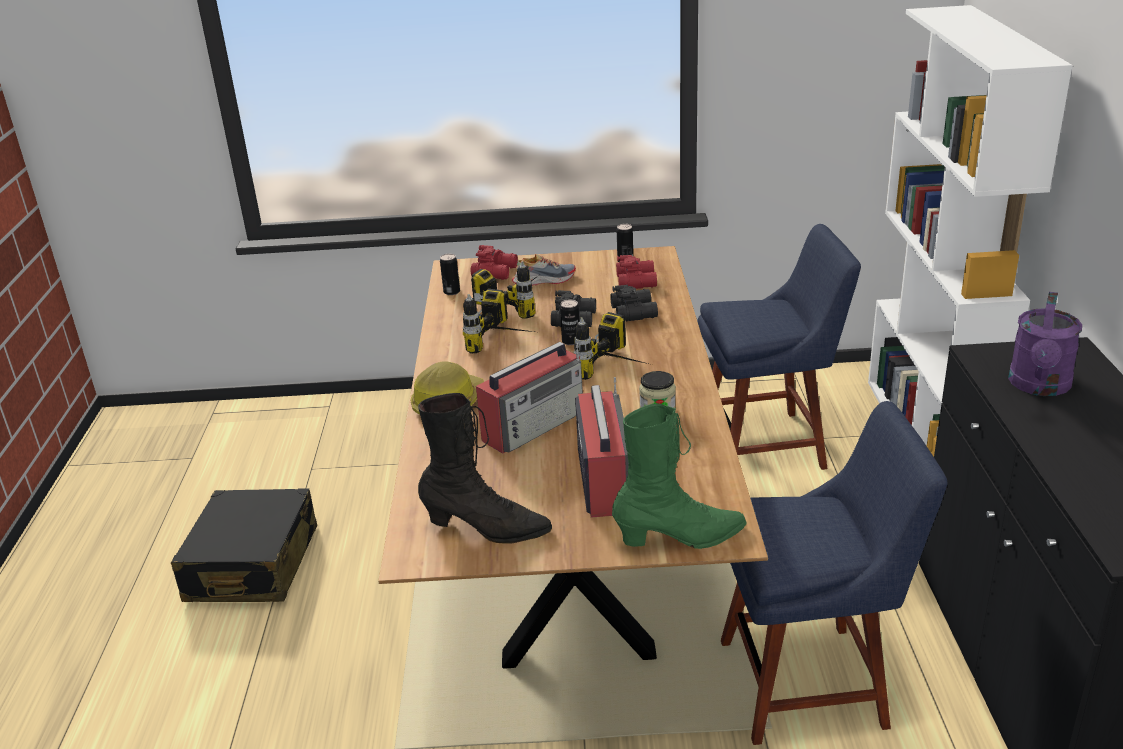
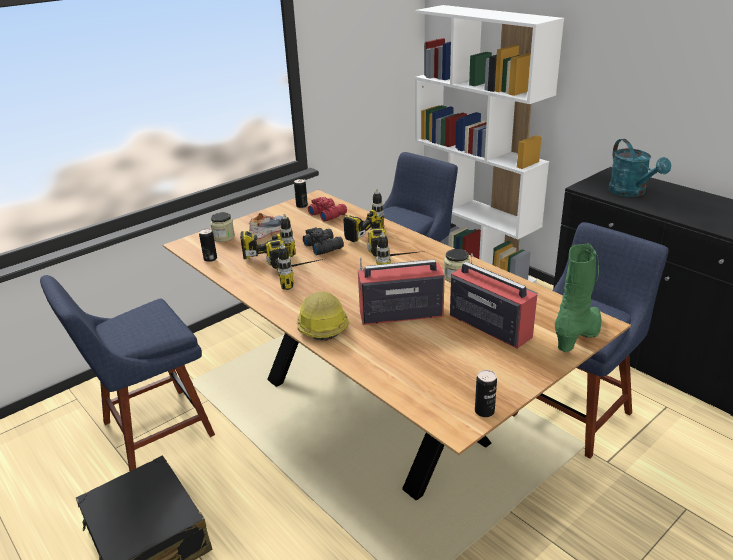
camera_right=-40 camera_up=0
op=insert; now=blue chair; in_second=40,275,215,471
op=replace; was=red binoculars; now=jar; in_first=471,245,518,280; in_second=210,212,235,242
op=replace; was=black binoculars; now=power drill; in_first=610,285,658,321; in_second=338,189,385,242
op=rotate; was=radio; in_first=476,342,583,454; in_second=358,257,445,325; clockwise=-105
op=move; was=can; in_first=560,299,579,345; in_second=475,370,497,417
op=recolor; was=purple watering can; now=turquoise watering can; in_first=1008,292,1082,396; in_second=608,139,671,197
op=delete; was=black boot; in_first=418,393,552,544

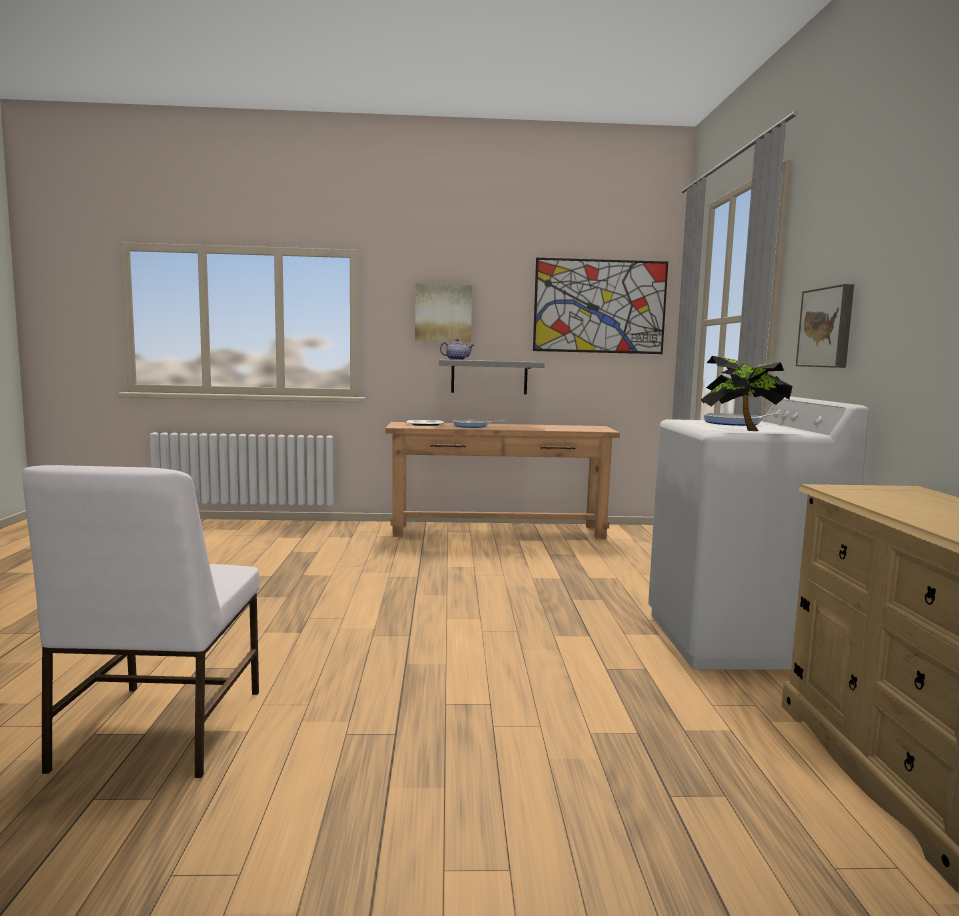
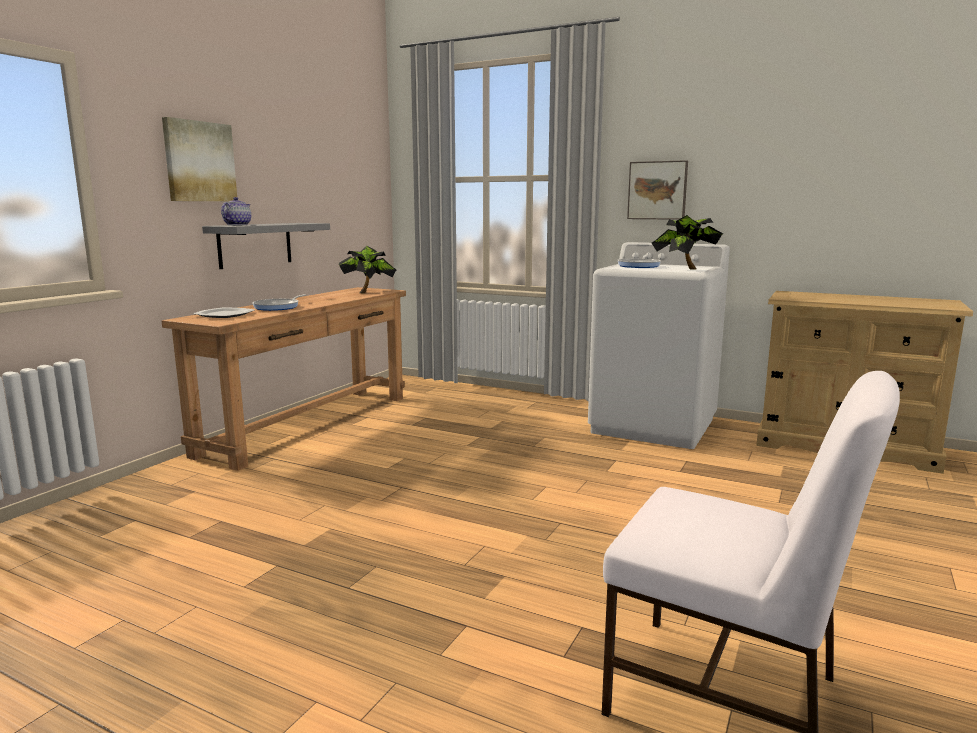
camera_right=-60 camera_up=5
op=insert; now=potted plant; in_second=339,246,396,293
op=delete; was=picture; in_first=533,258,668,354

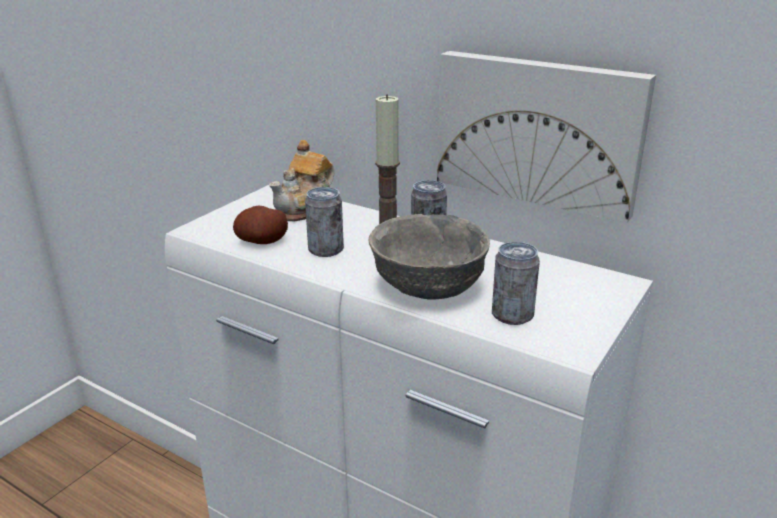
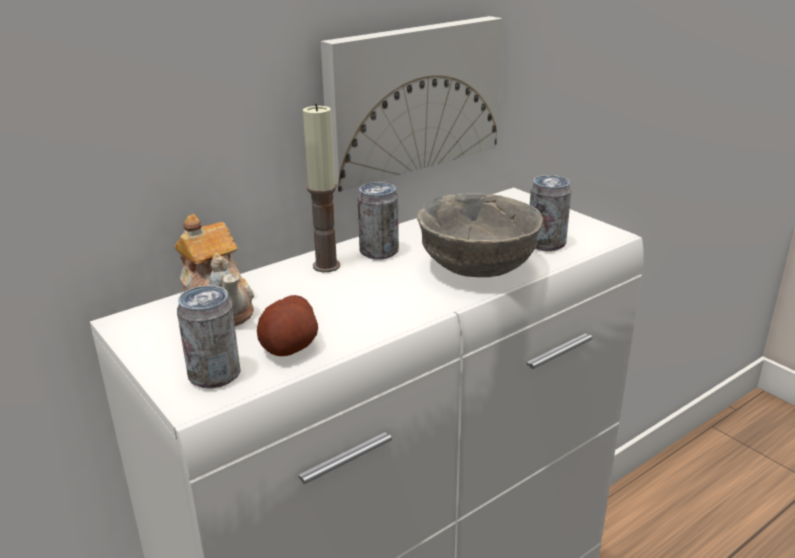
camera_right=-70 camera_up=0
op=move; was=can; in_first=305,187,344,257; in_second=177,285,241,389

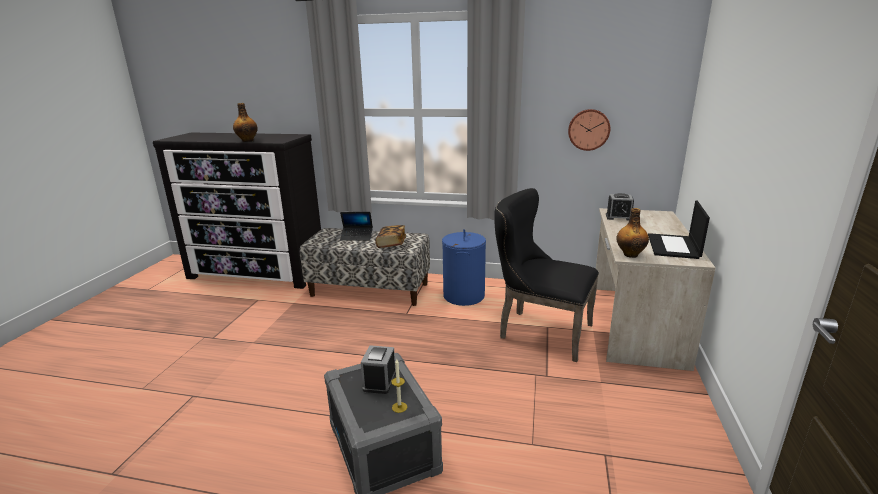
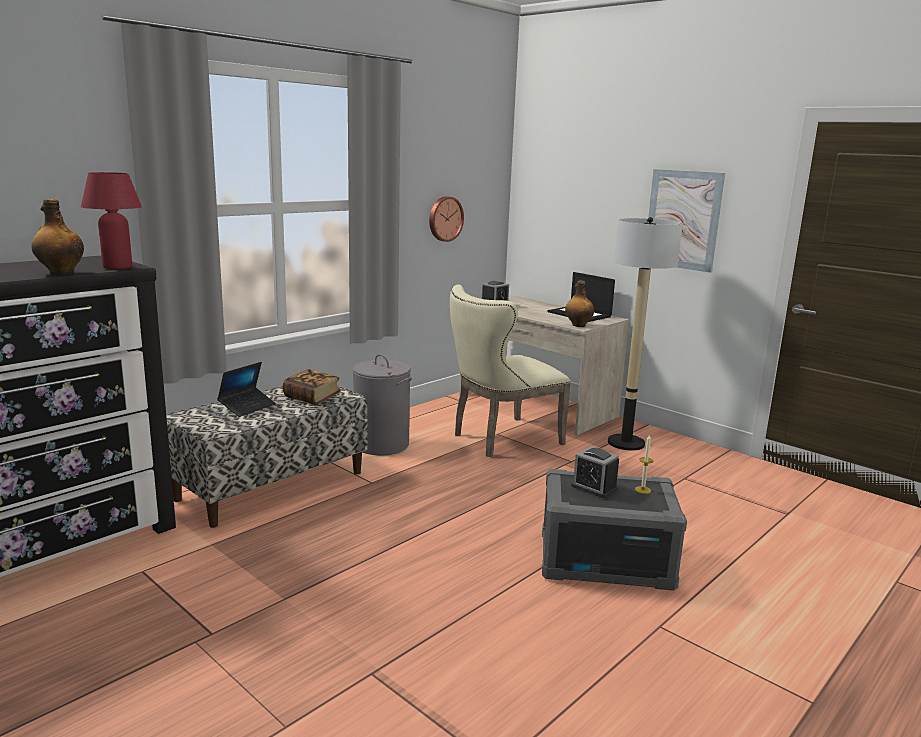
camera_right=-60 camera_up=-5
op=insert; now=red table lamp; in_second=81,172,142,269
op=recolor; was=blue laundry basket; now=grey laundry basket; in_first=442,229,486,306; in_second=353,354,412,456
op=recolor; was=black chair; now=beige chair; in_first=494,188,599,362; in_second=450,285,571,457
op=insert; now=floor lamp; in_second=608,217,683,451
op=insert; now=picture; in_second=648,169,725,273

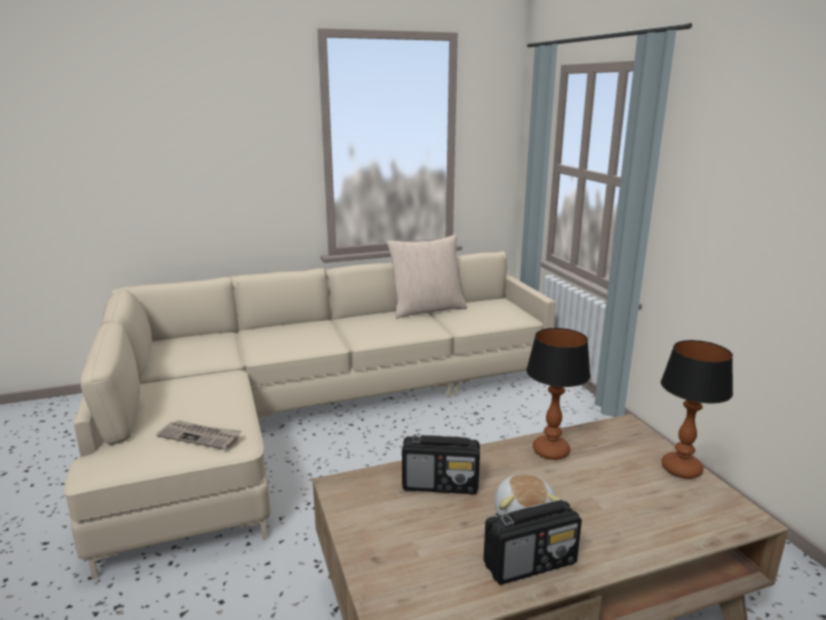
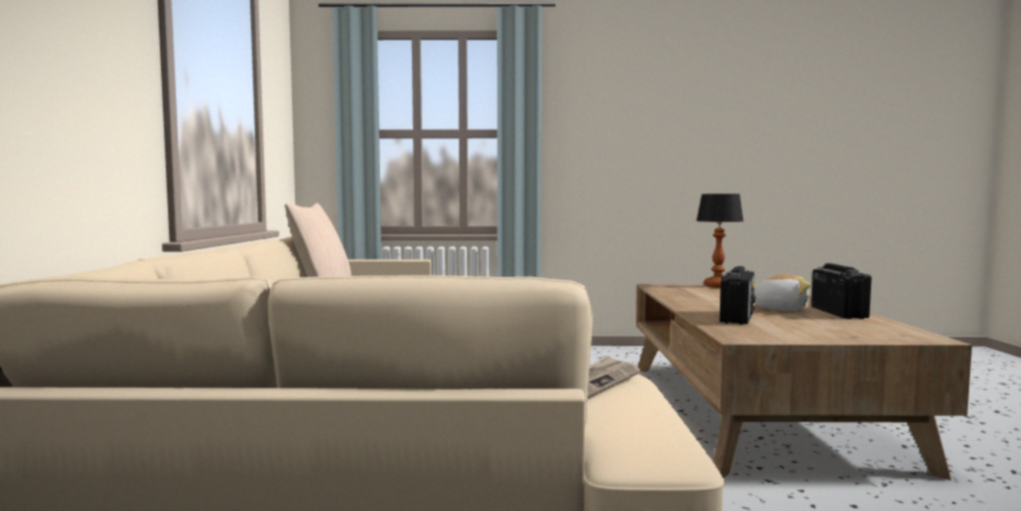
camera_right=-70 camera_up=-15
op=delete; was=table lamp; in_first=526,328,591,460

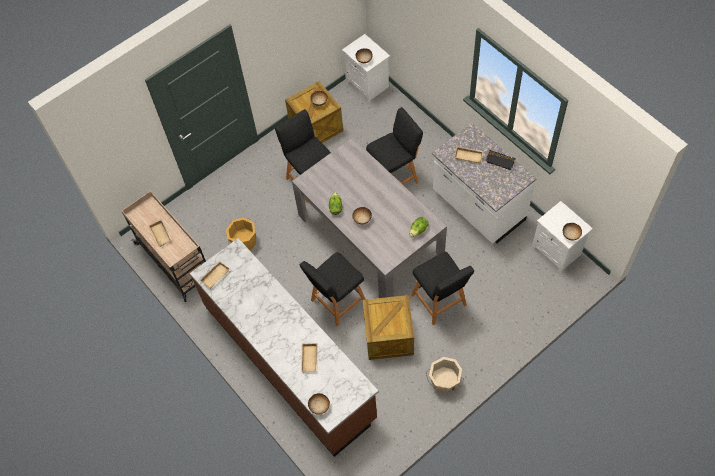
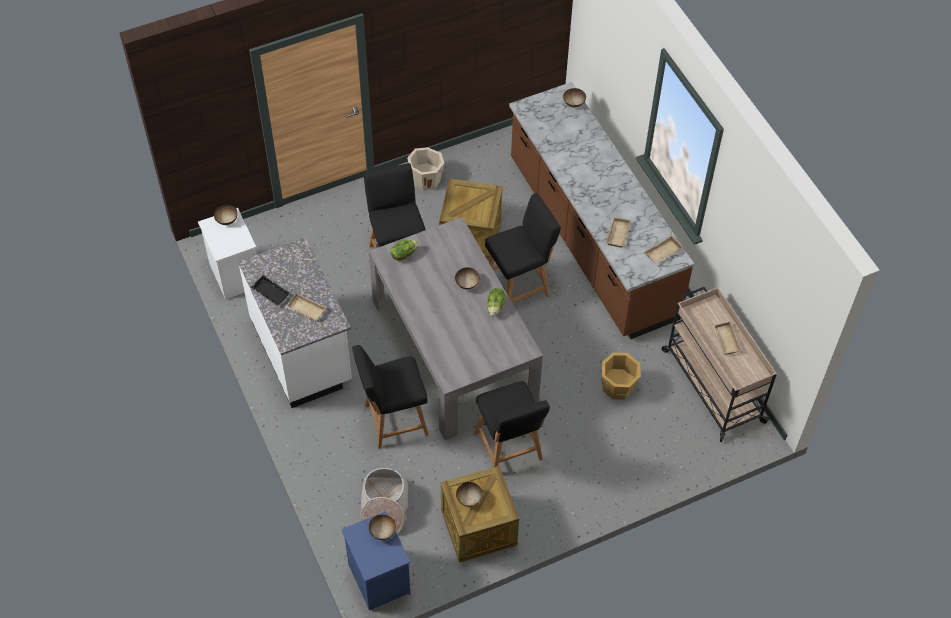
camera_right=-170 camera_up=-5
op=recolor; was=white nightstand; now=blue nightstand; in_first=342,34,390,102; in_second=341,511,411,610
op=insert; now=basket; in_second=360,468,409,533
op=move; was=beige tray; in_first=301,343,318,372; in_second=606,217,631,248

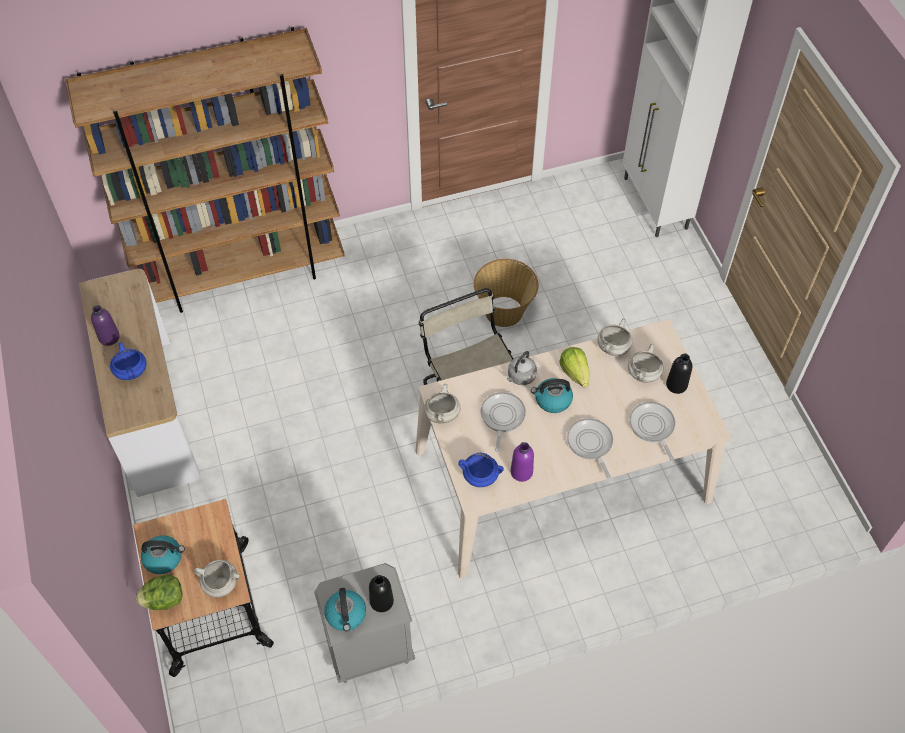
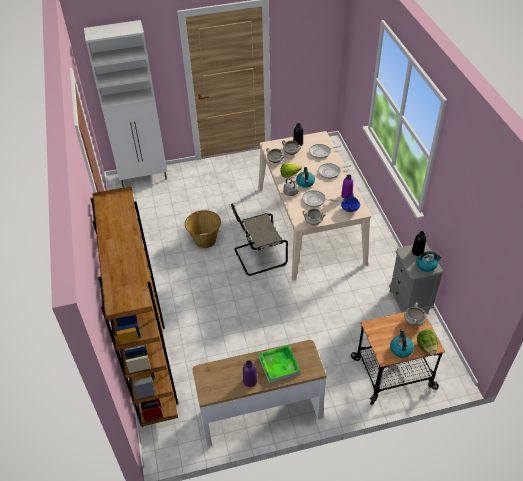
camera_right=-85 camera_up=-10
op=replace; was=blue cooking pot; now=tray; in_first=110,342,147,380; in_second=259,344,300,384

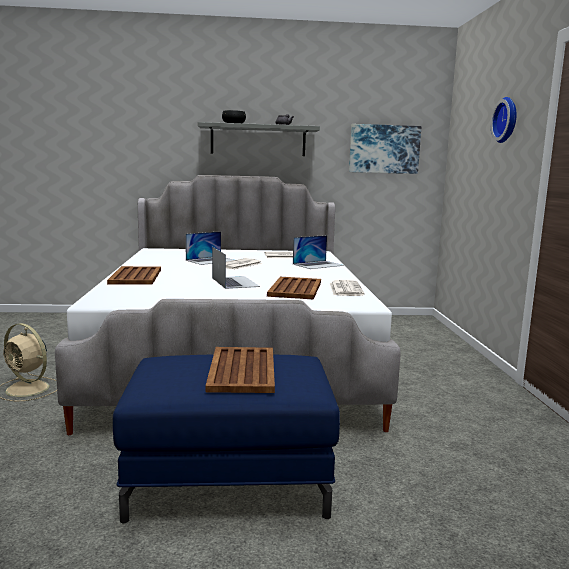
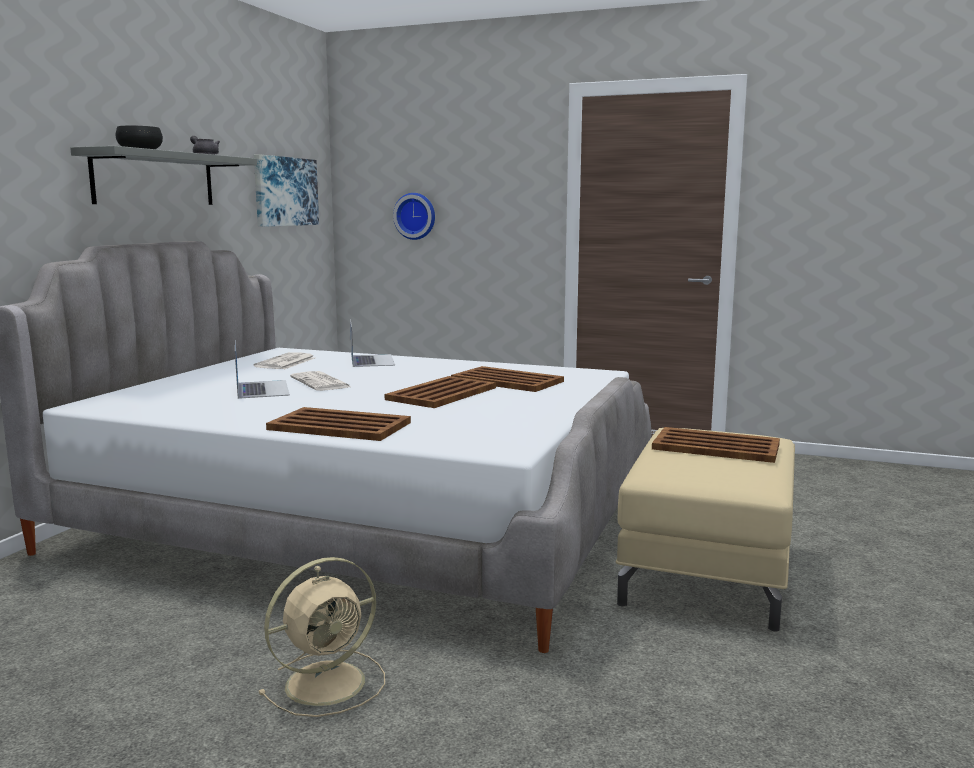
camera_right=-65 camera_up=0
op=replace; was=laptop; now=brown tray; in_first=212,247,260,289; in_second=385,376,496,408
op=move; was=wall clock; in_first=491,97,516,143; in_second=393,193,435,240
op=recolor; was=blue ottoman; now=beige ottoman; in_first=113,354,340,523; in_second=616,428,795,632
op=delete; was=newspaper; in_first=330,280,365,296

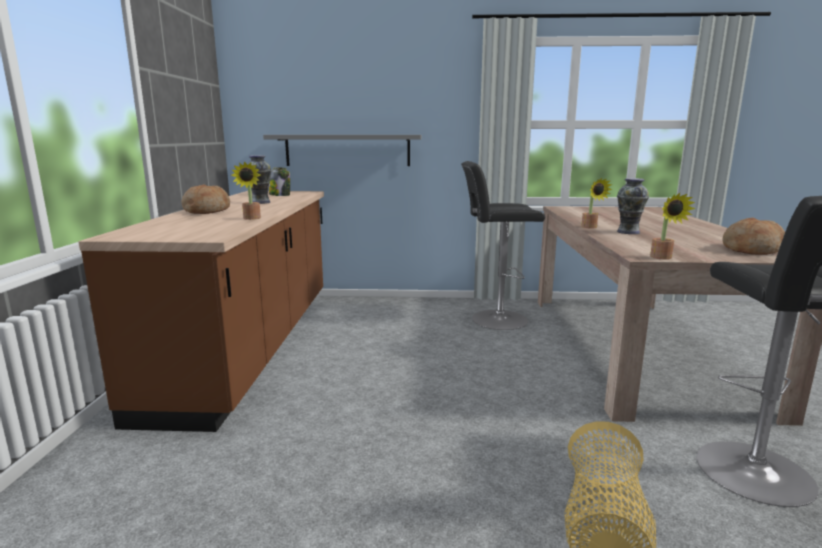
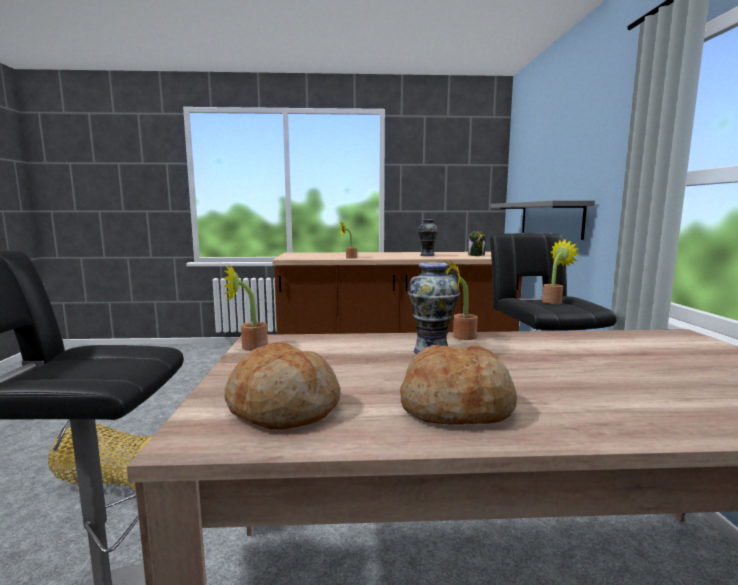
camera_right=85 camera_up=-5
op=move; was=bread; in_first=181,184,230,214; in_second=400,345,517,424
op=insert; now=potted plant; in_second=542,239,579,304

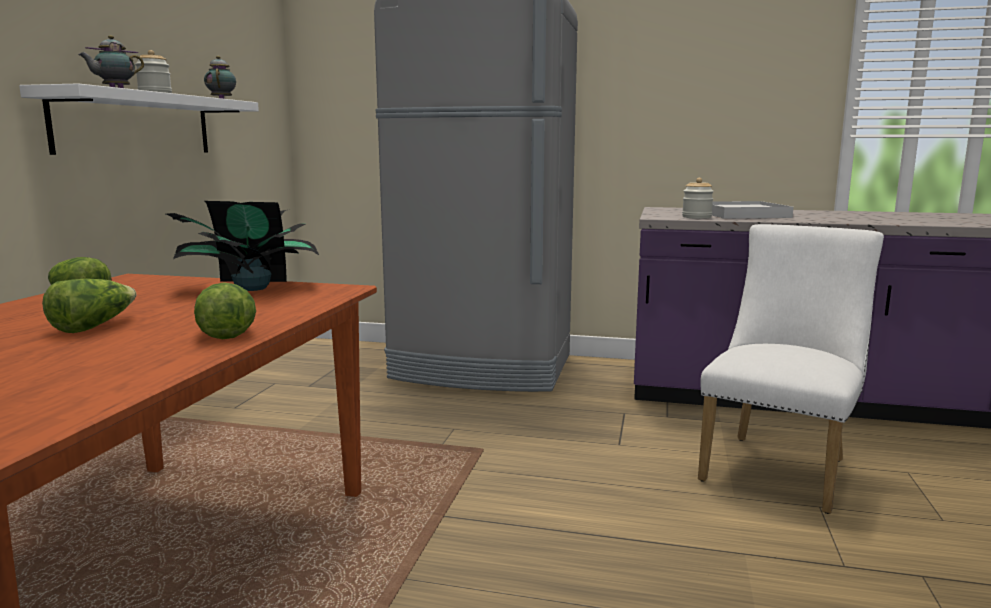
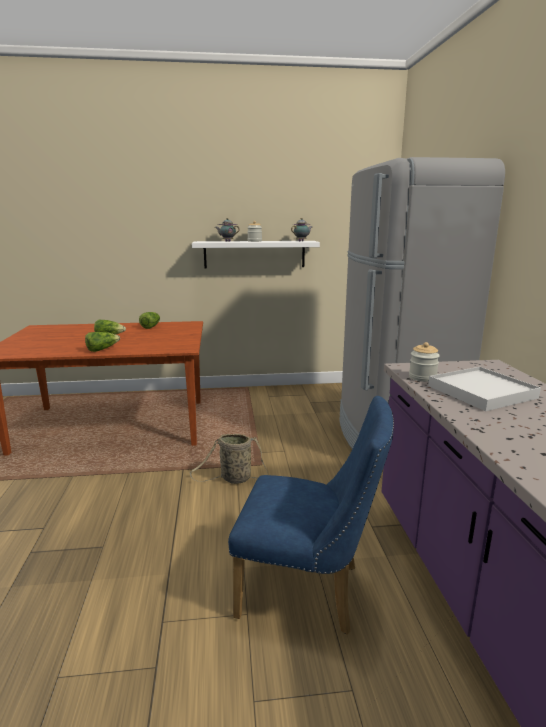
camera_right=70 camera_up=5
op=insert; now=basket; in_second=189,434,268,484
op=recolor; was=white chair; now=blue chair; in_first=698,224,884,514; in_second=228,396,394,635
op=delete; was=potted plant; in_first=166,201,319,291

